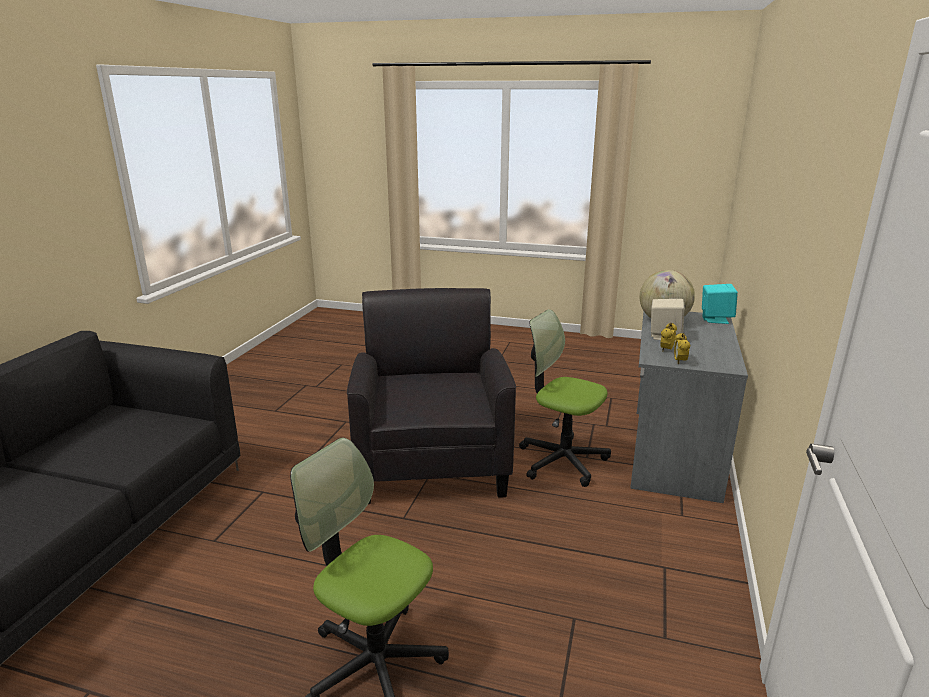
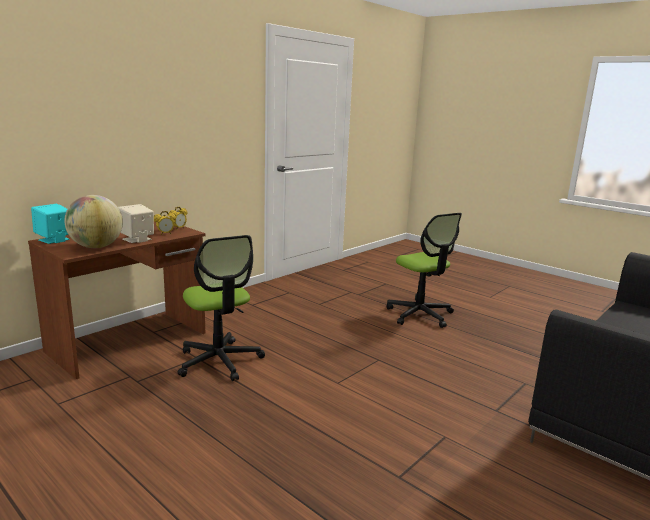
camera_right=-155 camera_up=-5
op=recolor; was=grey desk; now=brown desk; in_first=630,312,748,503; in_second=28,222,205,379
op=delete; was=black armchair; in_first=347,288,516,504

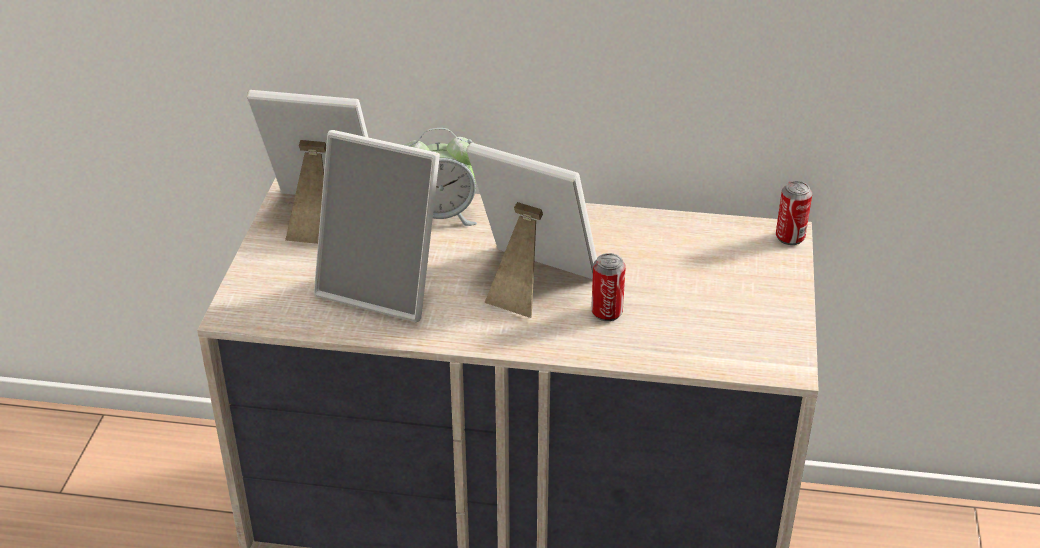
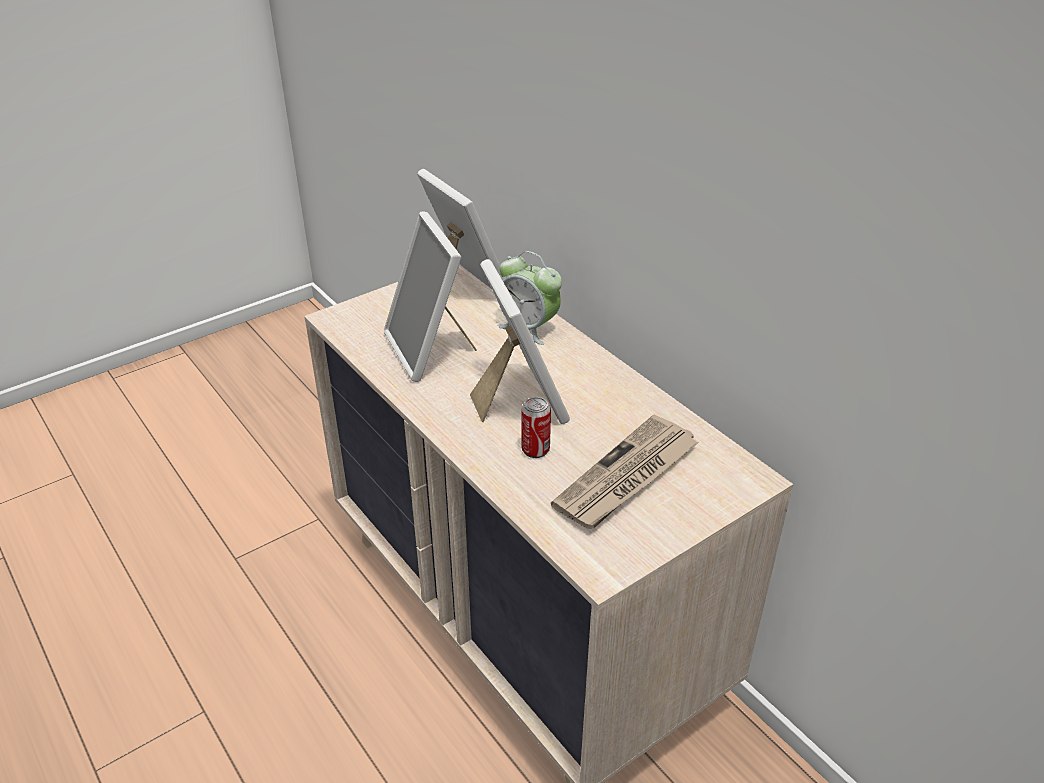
camera_right=45 camera_up=0
op=insert; now=newspaper; in_second=551,415,699,529
op=delete; was=can; in_first=776,181,812,245

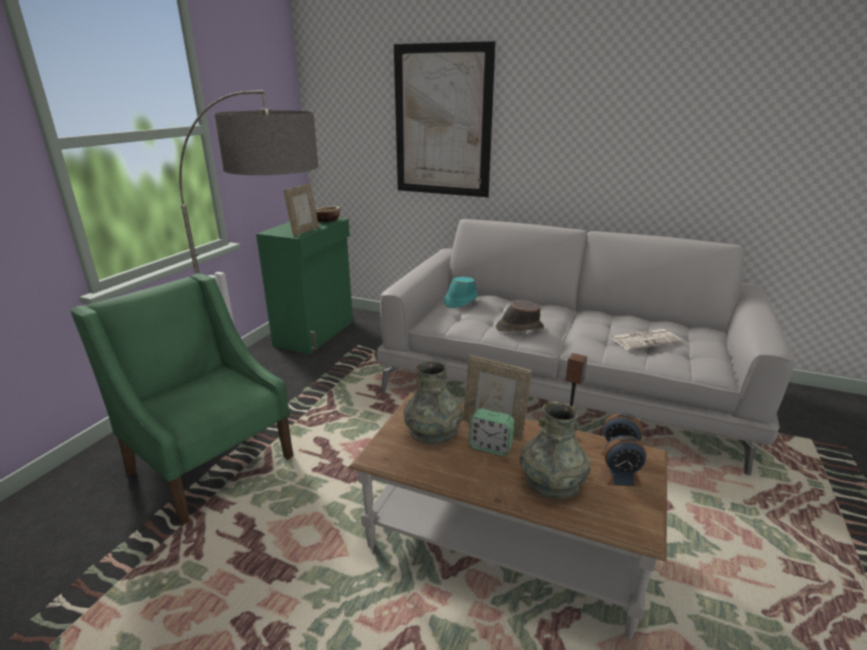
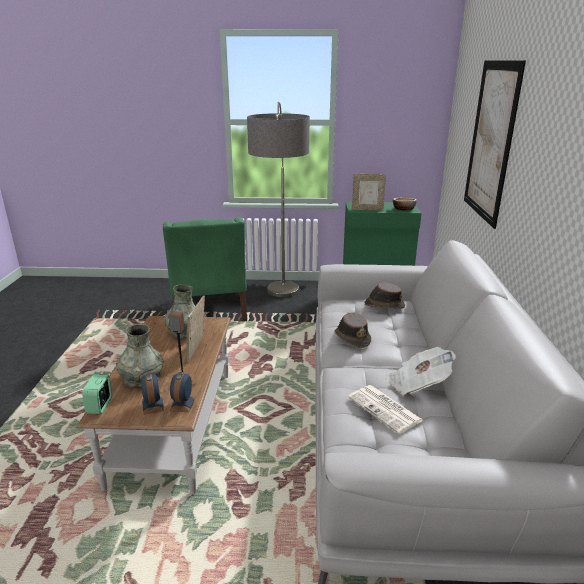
camera_right=70 camera_up=0
op=move; was=alarm clock; in_first=469,408,514,456; in_second=82,374,112,414
op=rotate; was=green armchair; in_first=71,273,293,526; in_second=163,217,247,321; clockwise=150
op=recolor; was=turquoise hat; now=brown hat; in_first=444,277,478,308; in_second=364,283,405,309
op=insert; now=newspaper; in_second=386,347,456,395

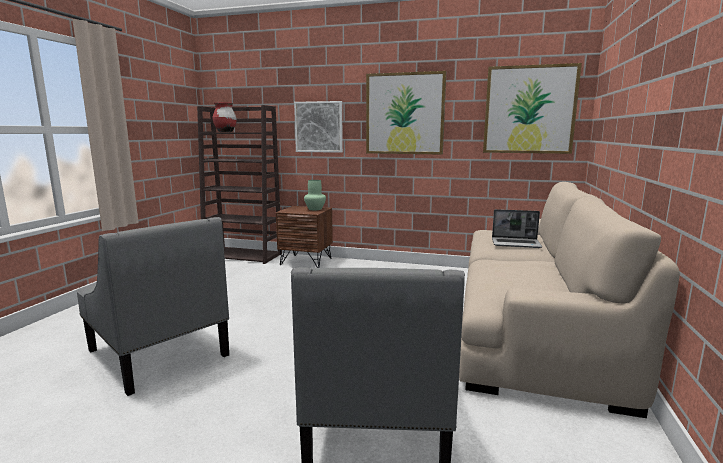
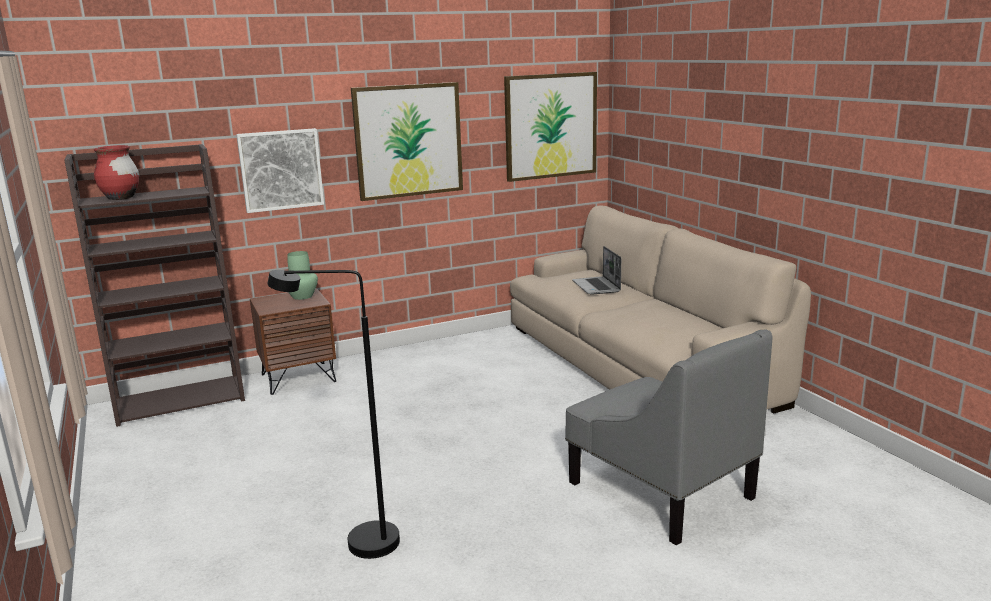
camera_right=-40 camera_up=5
op=replace; was=grey armchair; now=black floor lamp; in_first=76,217,229,396; in_second=268,270,400,559
op=rotate; was=laptop; in_first=492,209,542,248; in_second=572,246,621,295; clockwise=105

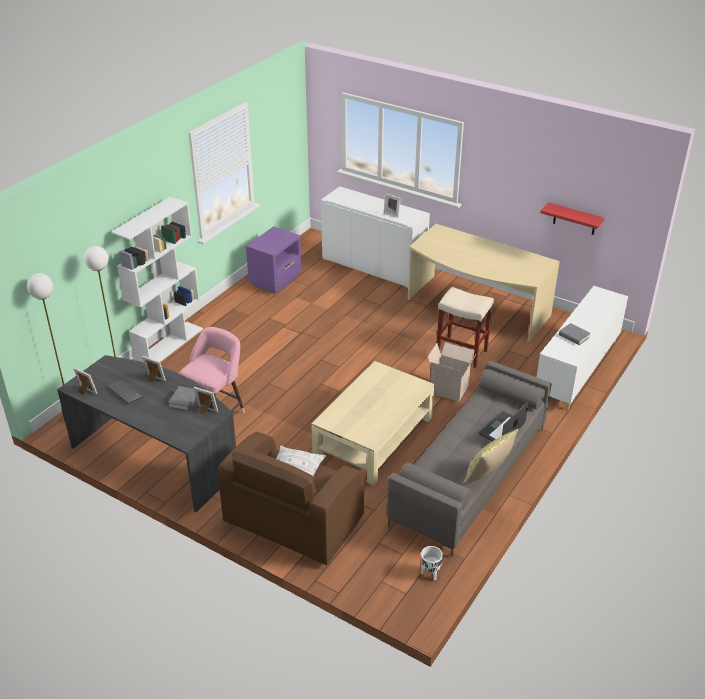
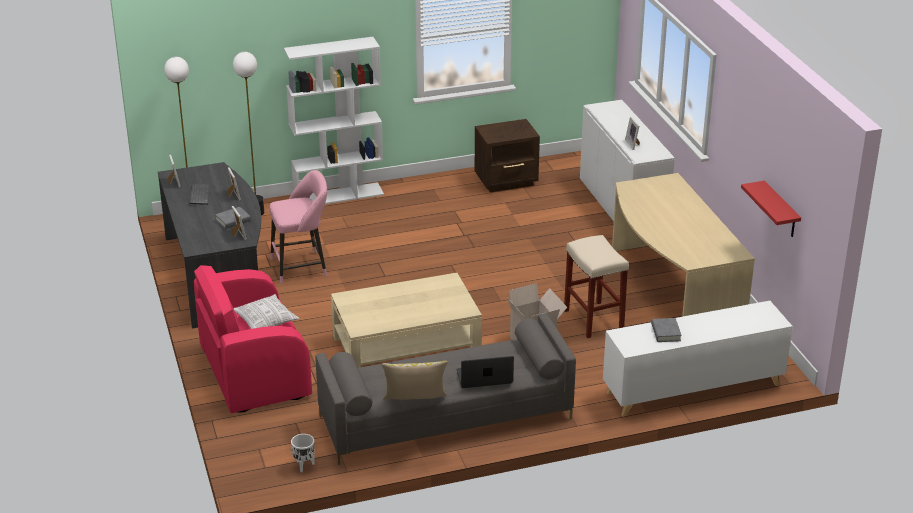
camera_right=40 camera_up=-5
op=recolor; was=brown armchair; now=pink armchair; in_first=218,432,364,565; in_second=194,265,312,413
op=recolor; was=purple nightstand; now=brown nightstand; in_first=246,226,302,294; in_second=475,119,540,192

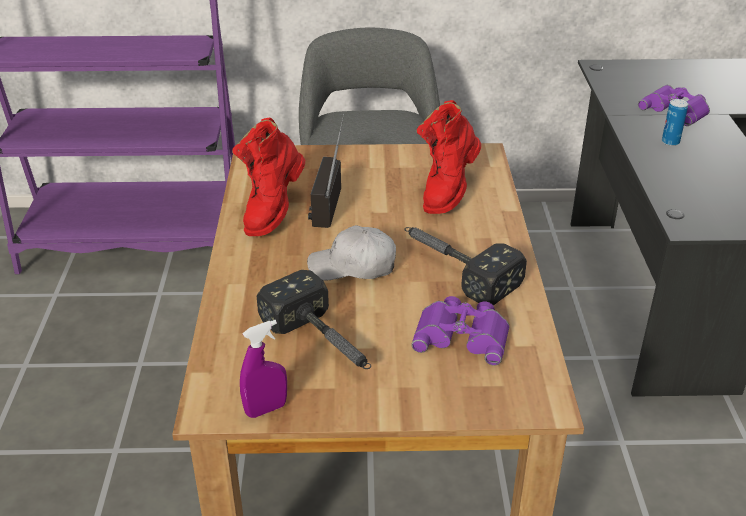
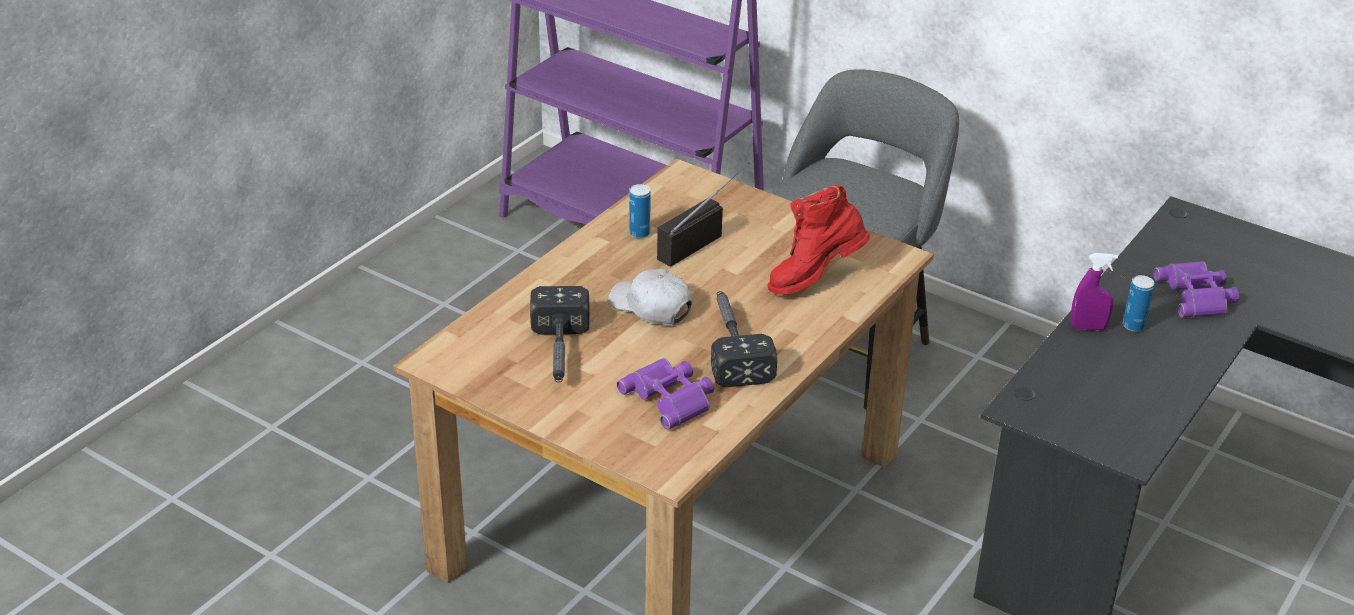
camera_right=35 camera_up=0
op=replace; was=red boot; now=can; in_first=232,118,305,236; in_second=629,184,651,238
op=move; was=purple spray bottle; in_first=240,320,287,418; in_second=1071,253,1118,331

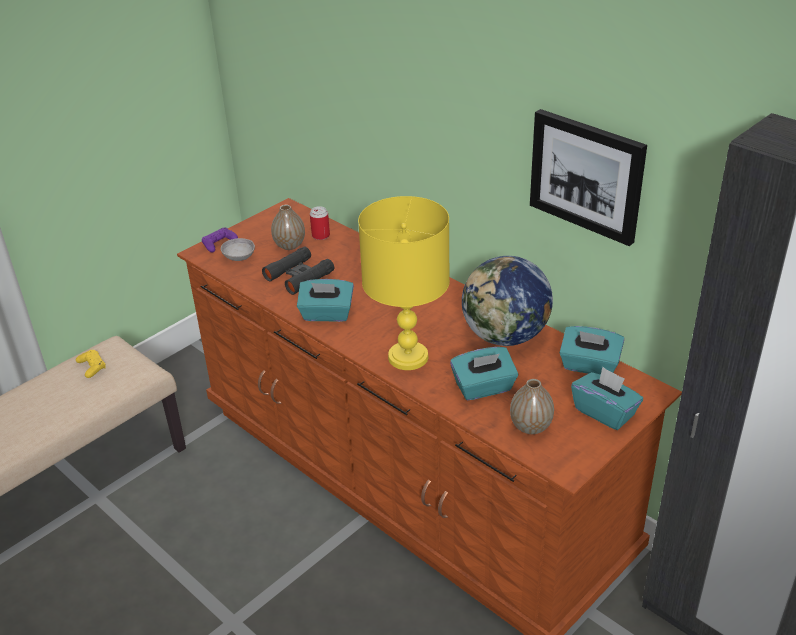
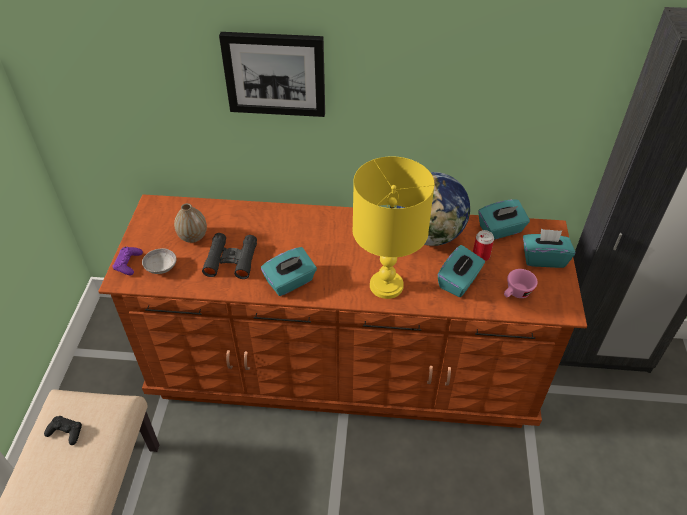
camera_right=-40 camera_up=10
op=recolor; was=yellow game controller; now=black game controller; in_first=76,350,106,378; in_second=44,416,82,445
op=move; was=picture; in_first=530,109,647,246; in_second=219,32,325,117
op=move; was=can; in_first=310,206,330,240; in_second=473,230,494,261
op=replace; was=vase; now=pink cup; in_first=510,379,554,434; in_second=504,269,538,298

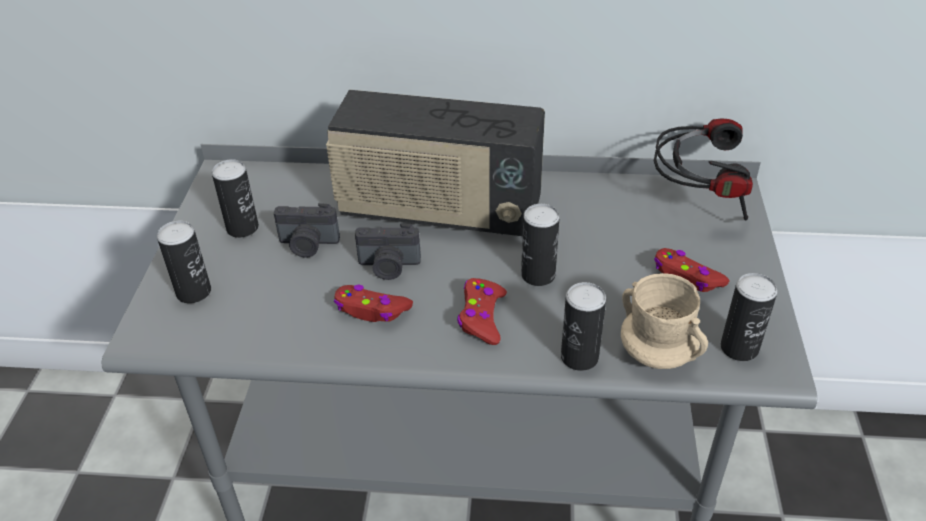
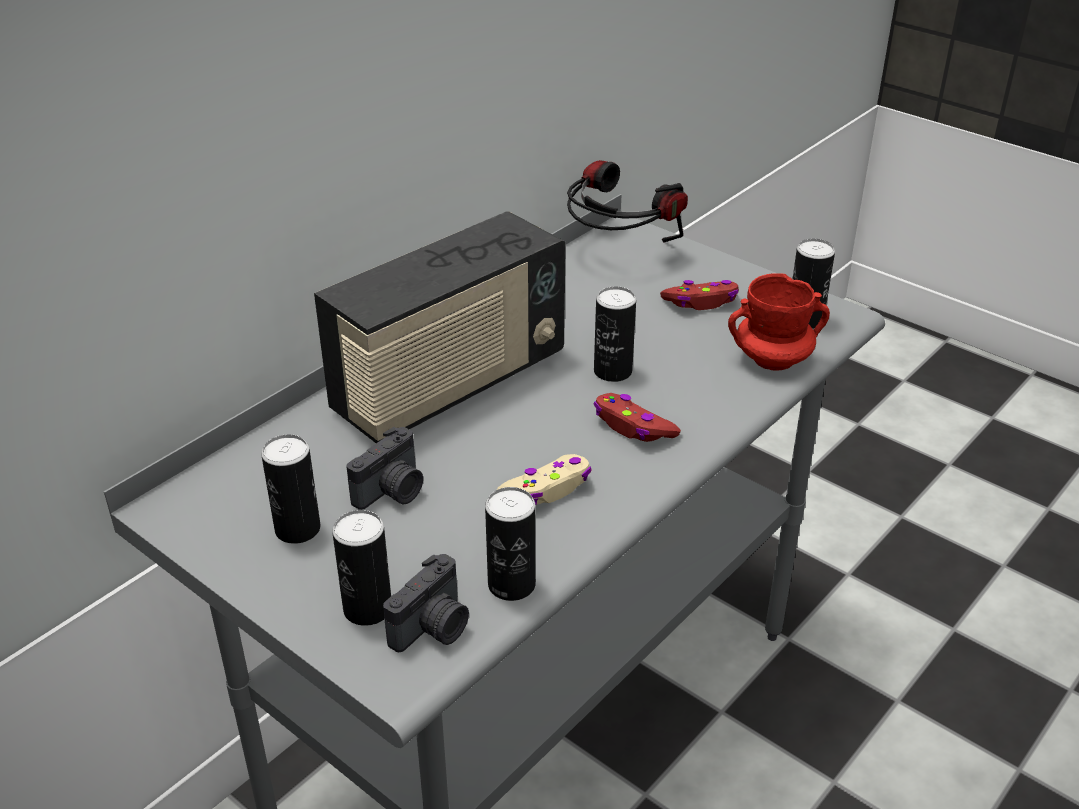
camera_right=-55 camera_up=-5
op=move; was=photo camera; in_first=355,224,421,280; in_second=383,554,469,652
op=move; was=can; in_first=561,282,606,371; in_second=485,487,536,601
op=recolor; was=red game controller; now=beige game controller; in_first=334,285,413,322; in_second=497,454,592,505
op=recolor; was=beige mug; now=red mug; in_first=621,273,708,369; in_second=728,273,830,371

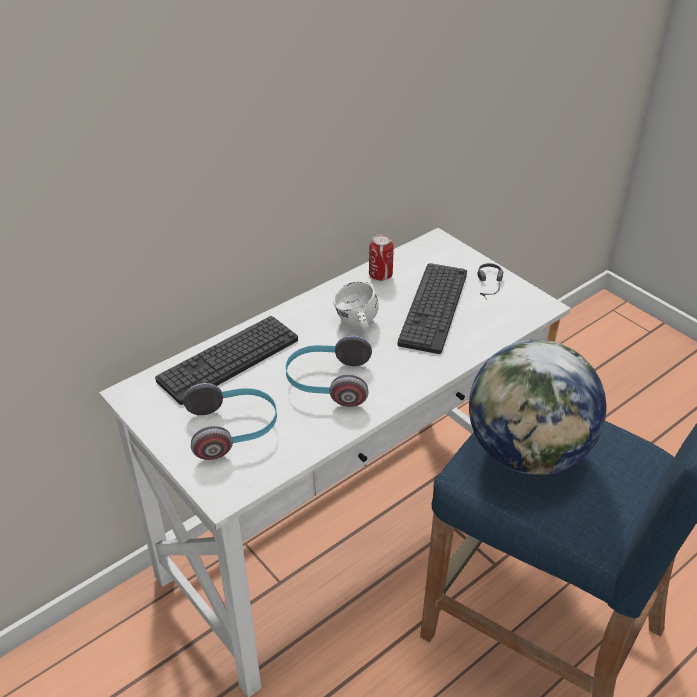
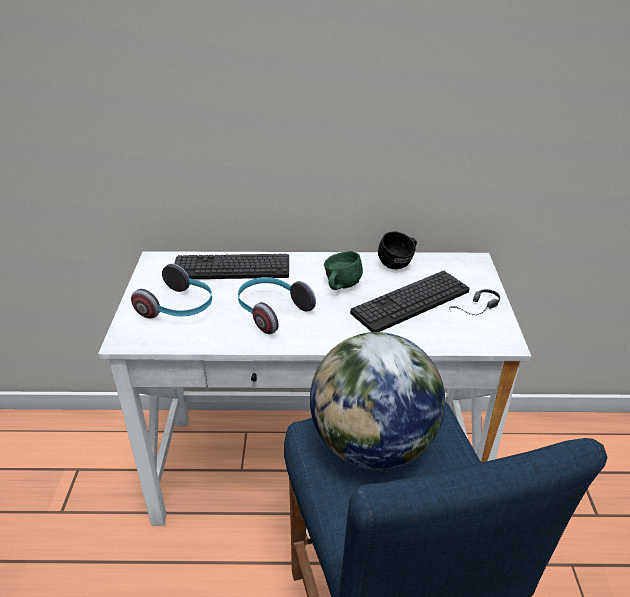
camera_right=40 camera_up=-5
op=recolor; was=white mug; now=green mug; in_first=333,281,379,330; in_second=324,251,363,290
op=replace; was=can; now=black mug; in_first=369,234,394,281; in_second=378,232,417,269

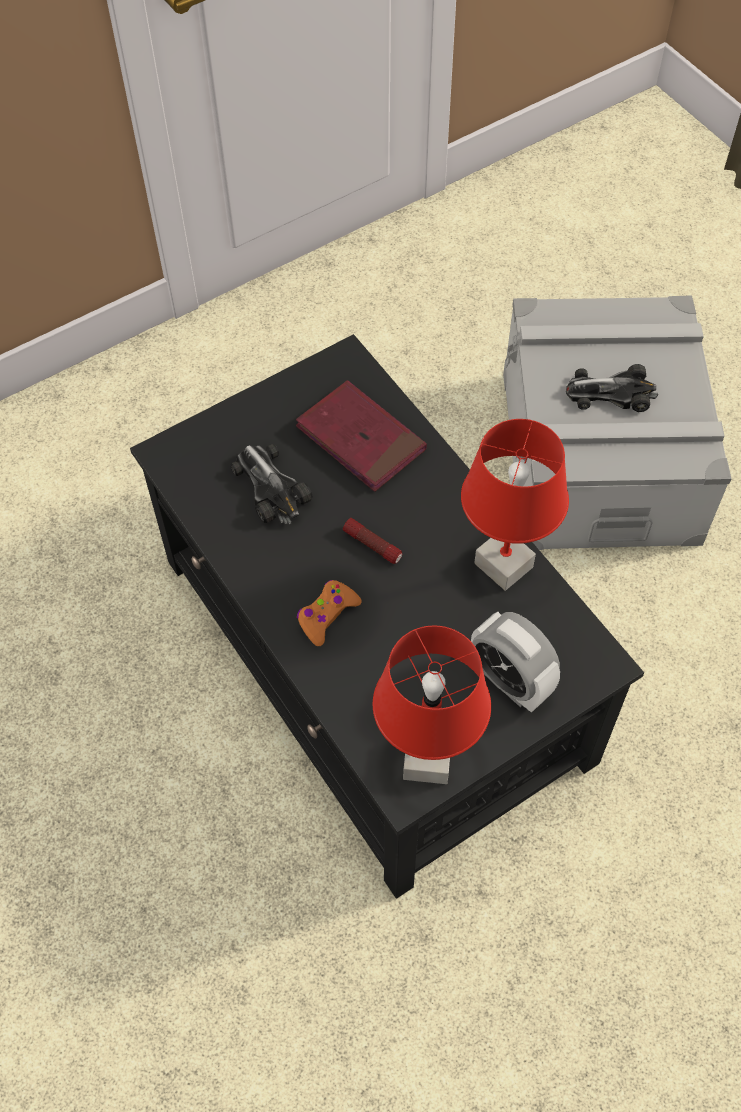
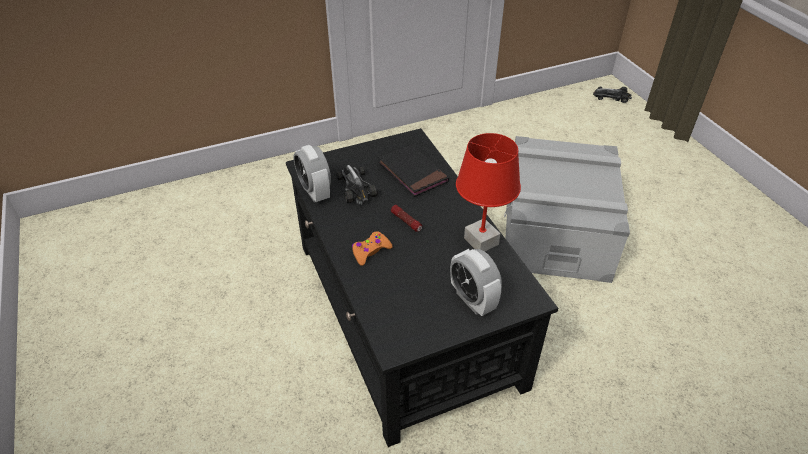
camera_right=10 camera_up=-15
op=insert; now=alarm clock; in_second=293,145,331,203
op=recolor; was=red book; now=black book; in_first=296,380,427,492; in_second=378,144,449,197
op=move; was=toy car; in_first=566,364,658,412; in_second=593,87,632,103
op=delete; was=red table lamp; in_first=373,626,491,784

